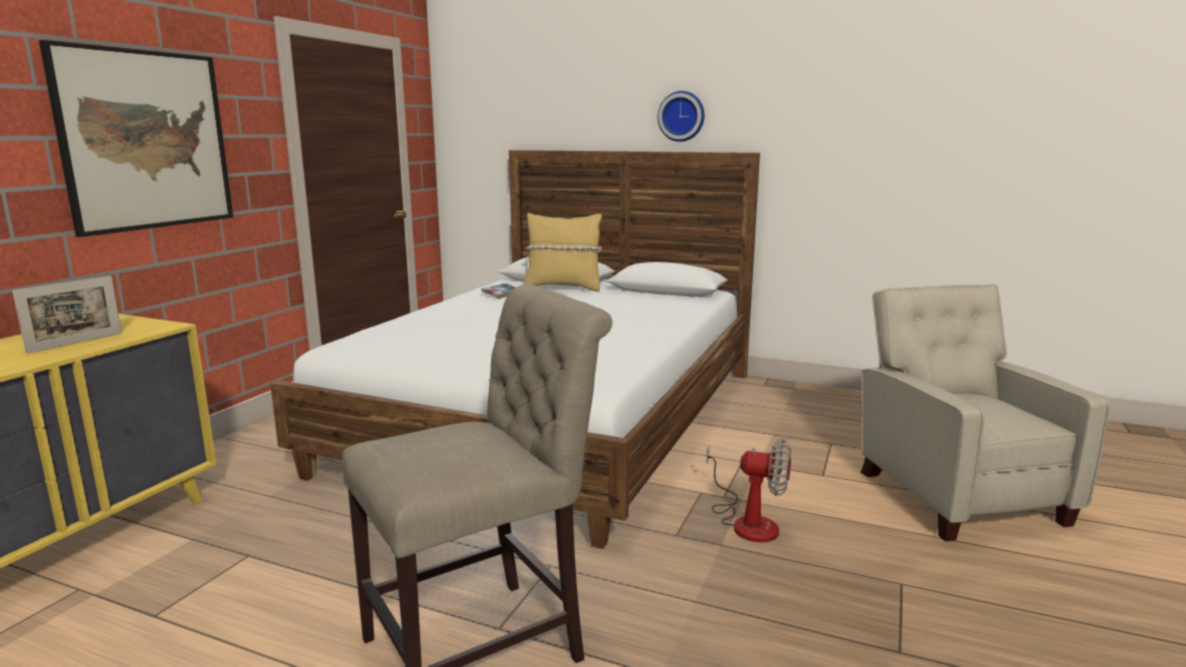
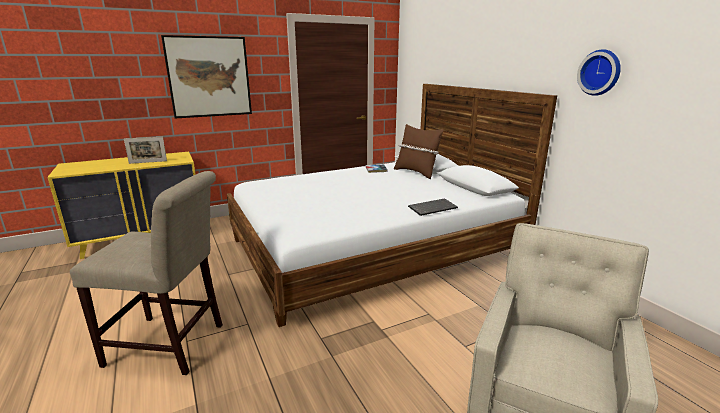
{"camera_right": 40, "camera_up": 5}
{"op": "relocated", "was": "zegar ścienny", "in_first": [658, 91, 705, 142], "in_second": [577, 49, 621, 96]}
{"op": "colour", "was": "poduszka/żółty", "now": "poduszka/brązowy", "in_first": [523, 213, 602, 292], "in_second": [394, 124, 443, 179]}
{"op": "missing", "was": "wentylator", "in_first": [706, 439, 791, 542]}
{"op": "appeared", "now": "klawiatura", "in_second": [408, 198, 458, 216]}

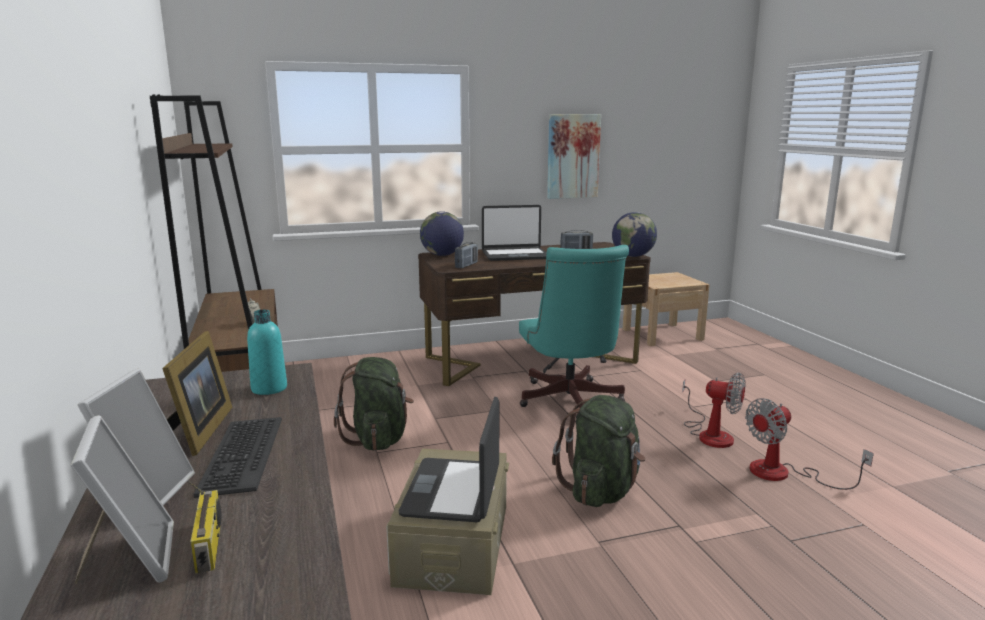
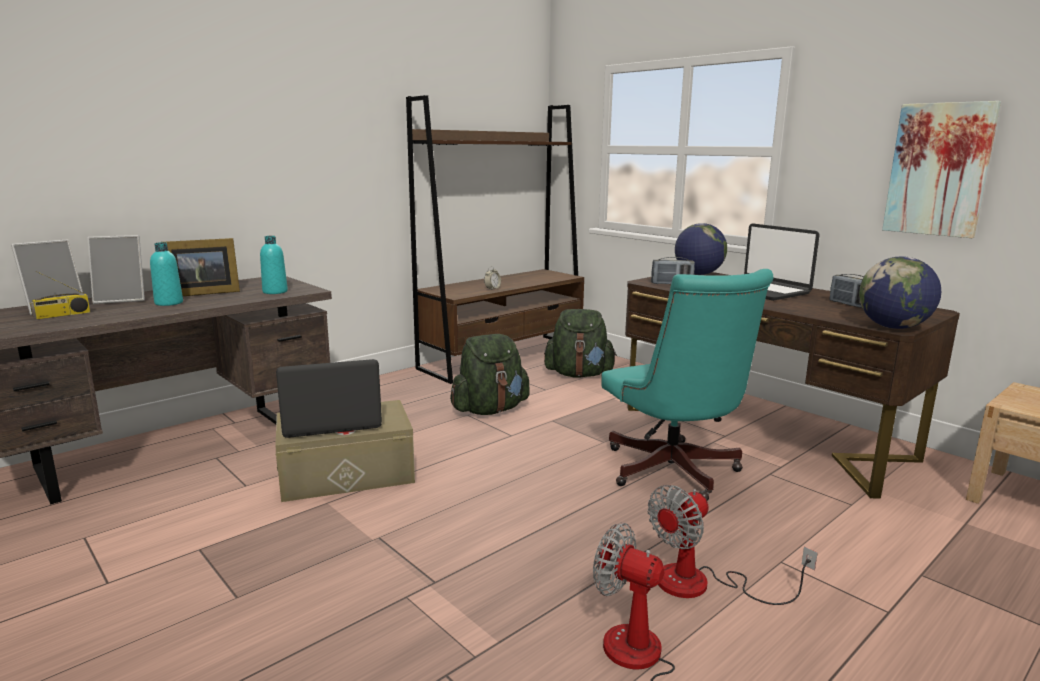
{"camera_right": 65, "camera_up": 0}
{"op": "spun", "was": "krzesło biurowe/turkusowy", "in_first": [519, 245, 629, 418], "in_second": [601, 269, 774, 501], "clockwise": -75}
{"op": "spun", "was": "wentylator", "in_first": [682, 372, 746, 448], "in_second": [648, 485, 817, 605], "clockwise": 45}
{"op": "relocated", "was": "plecak/zielony", "in_first": [552, 395, 646, 507], "in_second": [544, 309, 617, 377]}
{"op": "exchanged", "was": "klawiatura", "now": "butelka/turkusowy", "in_first": [194, 417, 282, 498], "in_second": [150, 242, 183, 306]}

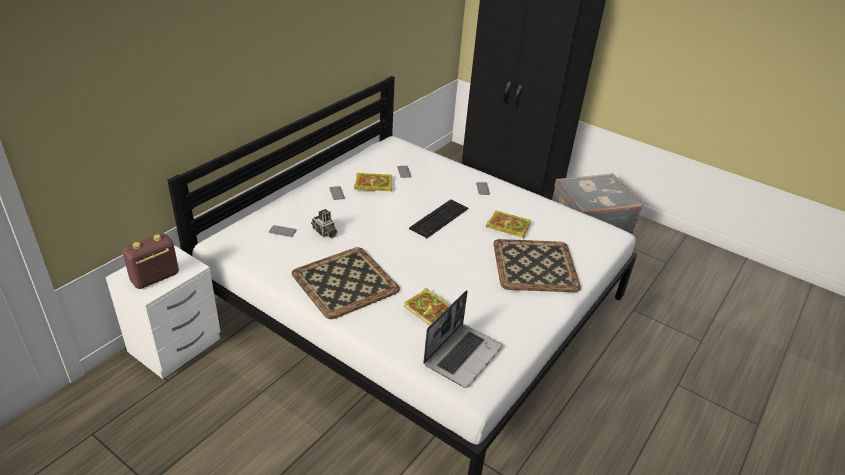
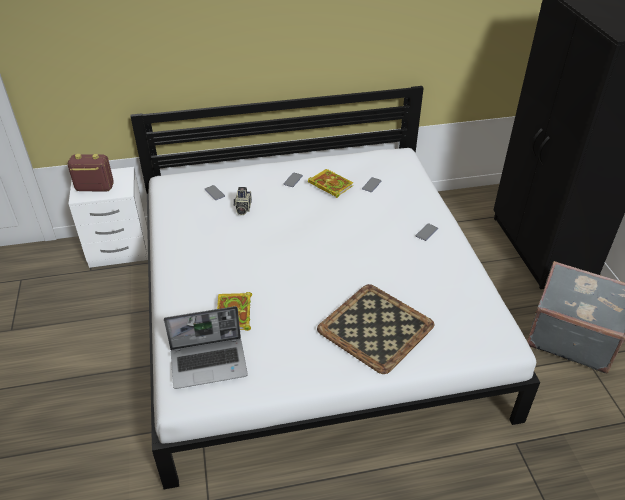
{"camera_right": 45, "camera_up": 5}
{"op": "missing", "was": "klawiatura", "in_first": [409, 199, 468, 238]}
{"op": "missing", "was": "książka", "in_first": [486, 210, 531, 238]}
{"op": "missing", "was": "taca", "in_first": [292, 247, 400, 319]}

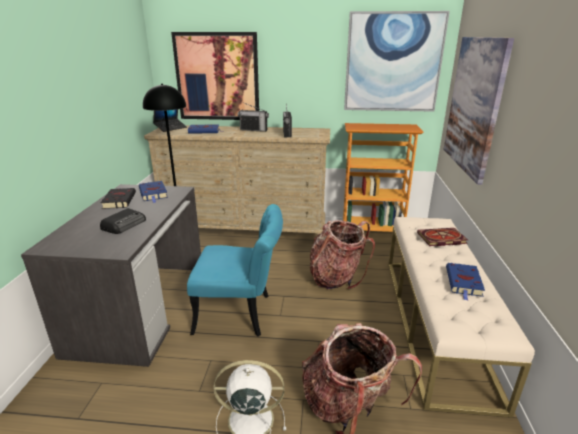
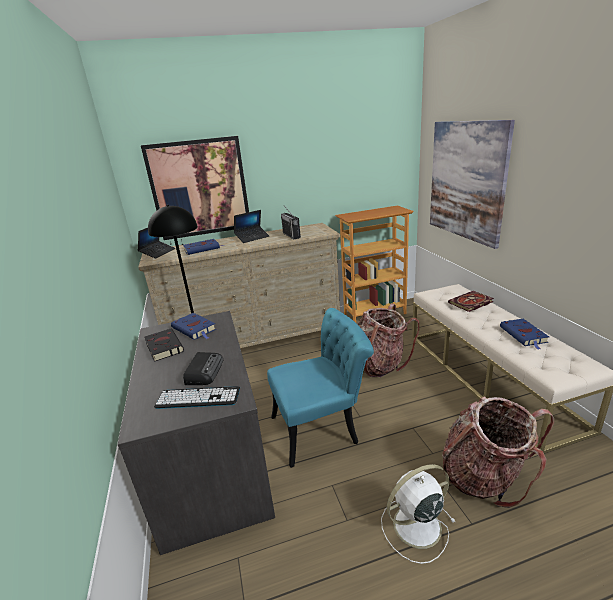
{"camera_right": -20, "camera_up": 0}
{"op": "missing", "was": "obraz", "in_first": [344, 11, 450, 112]}
{"op": "exchanged", "was": "radio", "now": "laptop", "in_first": [238, 102, 269, 132], "in_second": [234, 210, 269, 243]}
{"op": "appeared", "now": "klawiatura", "in_second": [154, 386, 240, 409]}

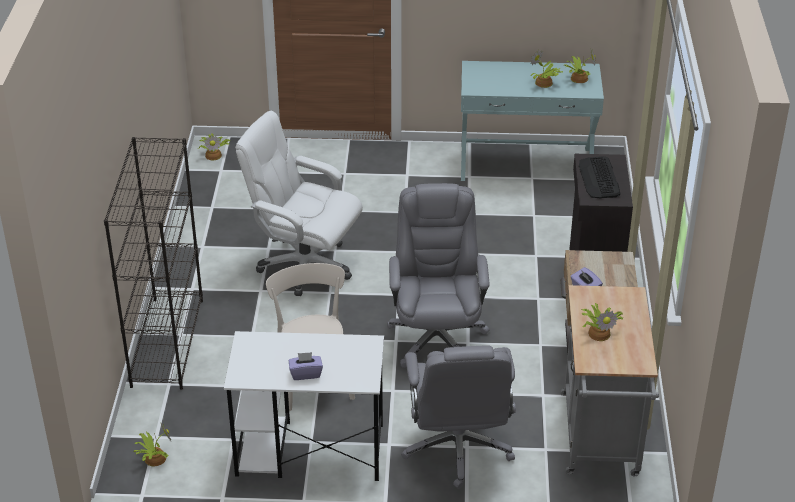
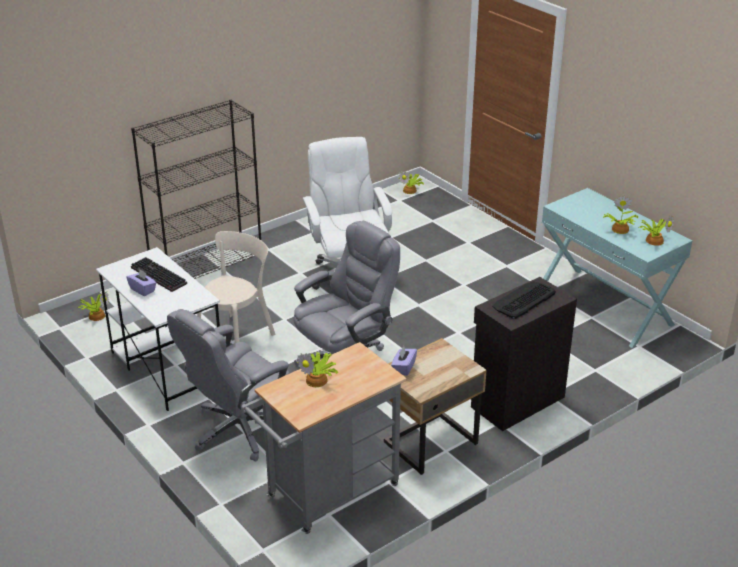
{"camera_right": 50, "camera_up": -5}
{"op": "appeared", "now": "klawiatura", "in_second": [131, 257, 187, 292]}

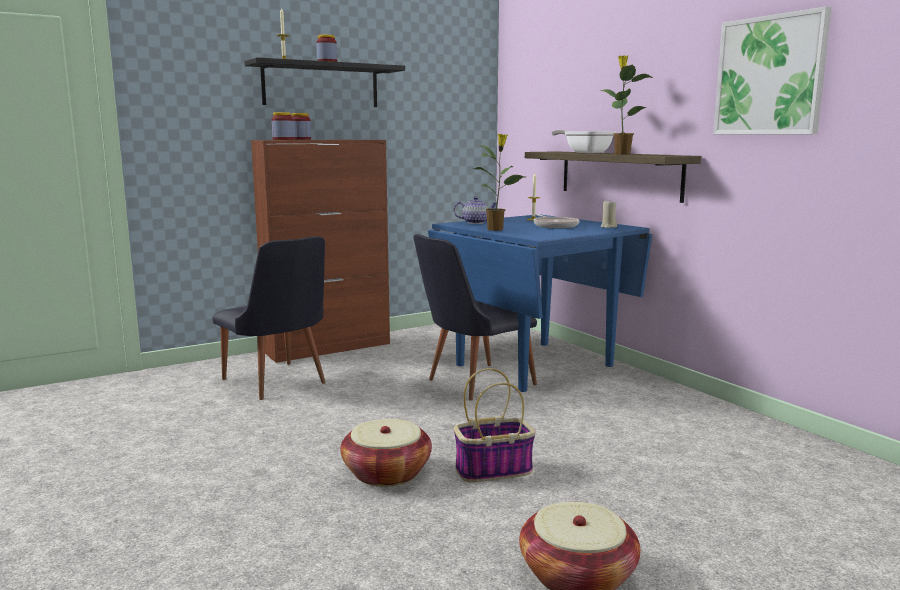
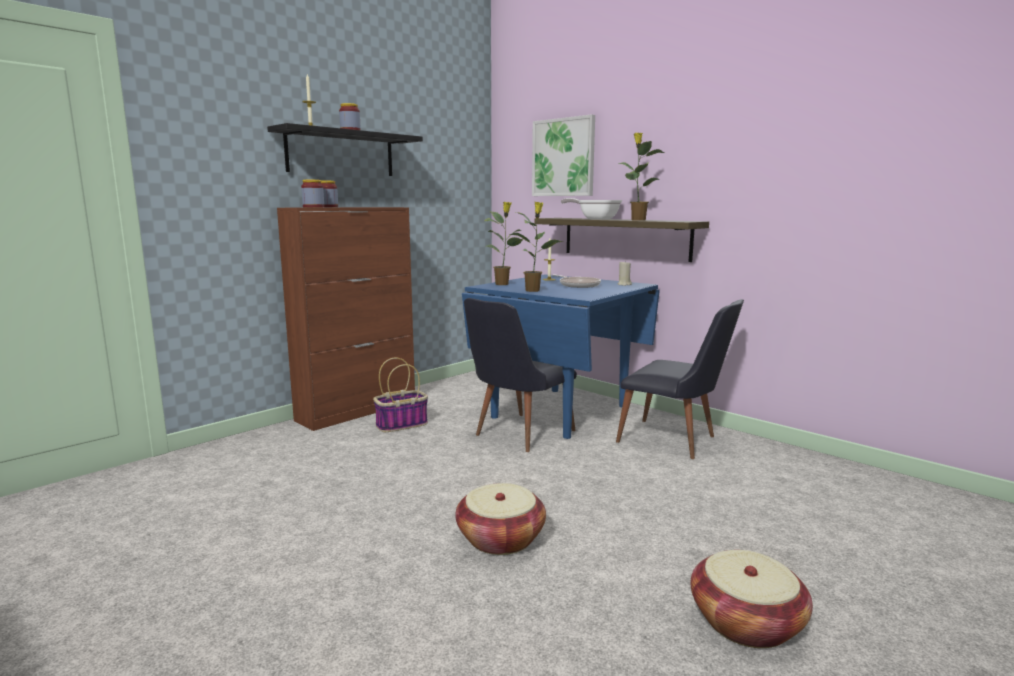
{"camera_right": -15, "camera_up": 0}
{"op": "relocated", "was": "obraz", "in_first": [713, 6, 832, 134], "in_second": [532, 114, 595, 196]}
{"op": "exchanged", "was": "imbryk", "now": "roślina doniczkowa", "in_first": [454, 197, 497, 224], "in_second": [485, 202, 523, 285]}
{"op": "relocated", "was": "krzesło/czarny", "in_first": [212, 236, 326, 400], "in_second": [616, 299, 744, 459]}
{"op": "relocated", "was": "koszyk", "in_first": [454, 368, 536, 482], "in_second": [373, 358, 428, 432]}

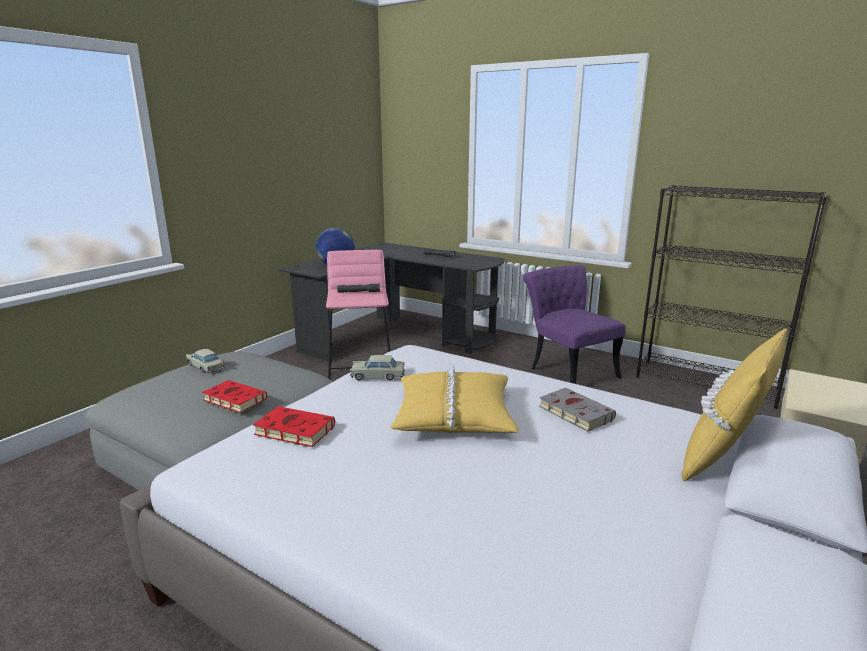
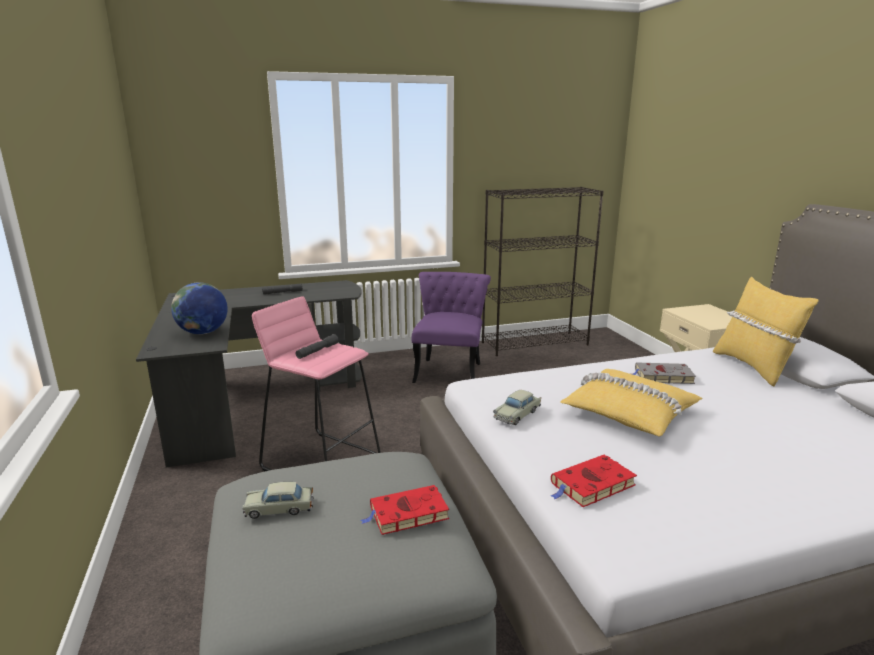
{"camera_right": -50, "camera_up": 0}
{"op": "spun", "was": "krzesło/fioletowy", "in_first": [523, 265, 626, 384], "in_second": [412, 272, 491, 383], "clockwise": 90}

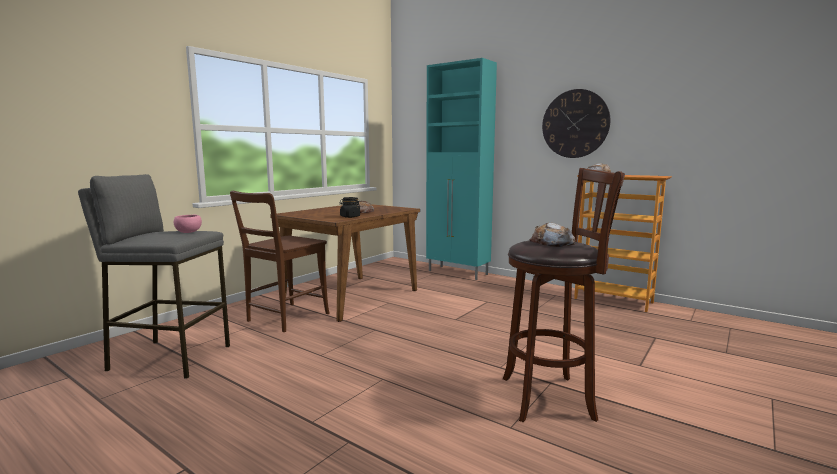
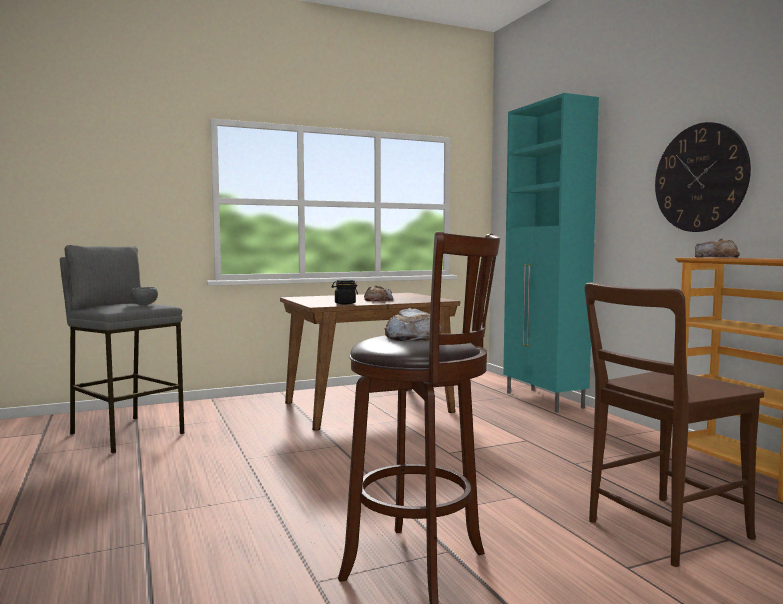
{"camera_right": 30, "camera_up": -5}
{"op": "relocated", "was": "krzesło/brązowy", "in_first": [230, 191, 330, 332], "in_second": [585, 282, 765, 567]}
{"op": "colour", "was": "miska/różowy", "now": "miska/szary", "in_first": [174, 215, 202, 233], "in_second": [130, 287, 158, 305]}

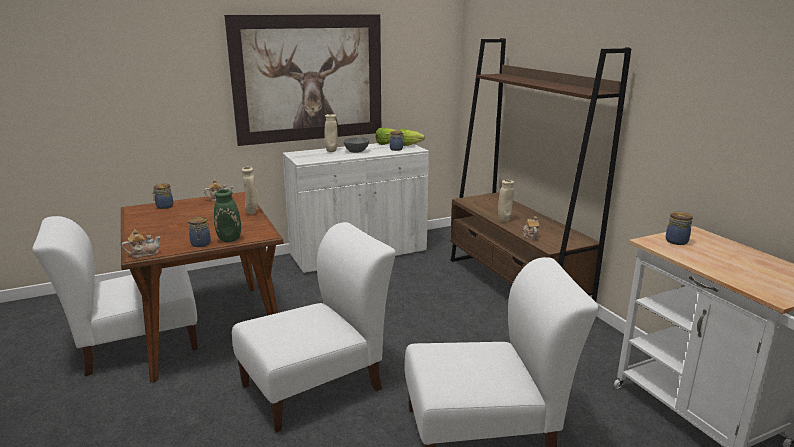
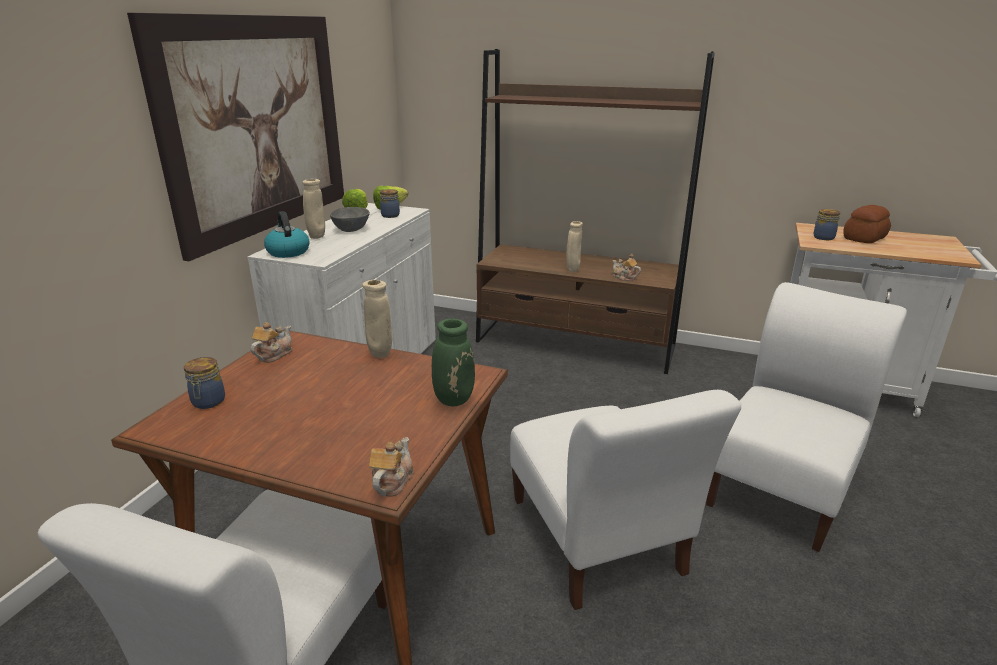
{"camera_right": -45, "camera_up": 5}
{"op": "missing", "was": "słoik", "in_first": [188, 217, 211, 247]}
{"op": "spun", "was": "krzesło/biały", "in_first": [232, 222, 396, 433], "in_second": [510, 390, 741, 610], "clockwise": 150}
{"op": "appeared", "now": "chleb", "in_second": [843, 205, 891, 243]}
{"op": "appeared", "now": "czajnik", "in_second": [264, 211, 310, 258]}

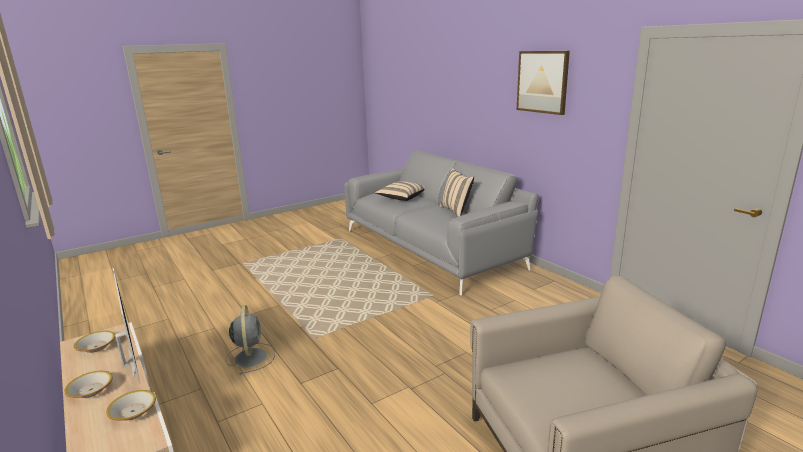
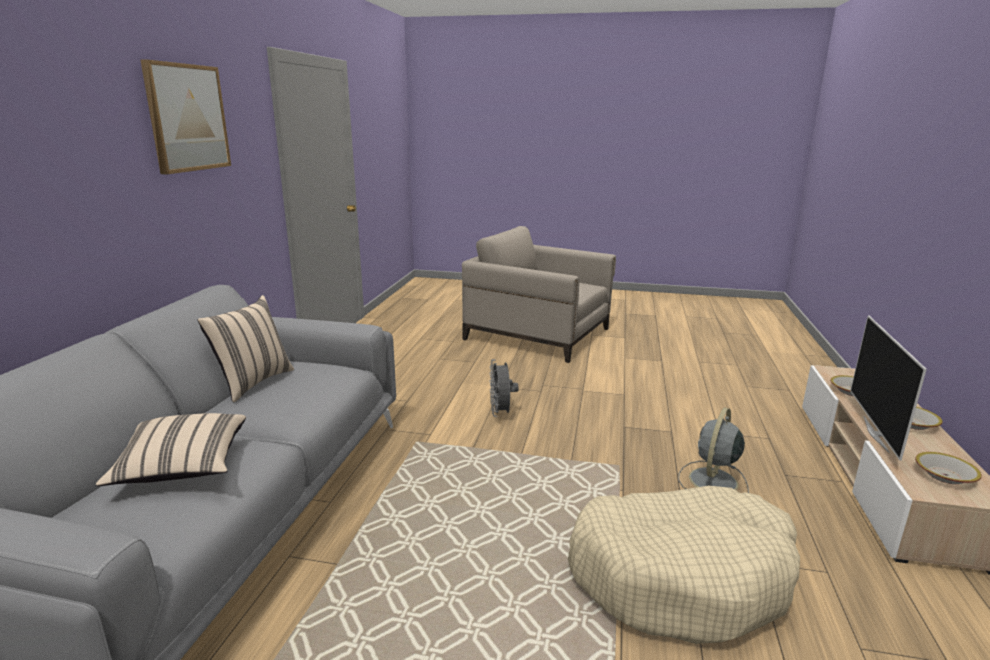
{"camera_right": -135, "camera_up": 0}
{"op": "appeared", "now": "wentylator/szary", "in_second": [489, 359, 518, 417]}
{"op": "appeared", "now": "legowisko/beżowy", "in_second": [568, 486, 800, 644]}

